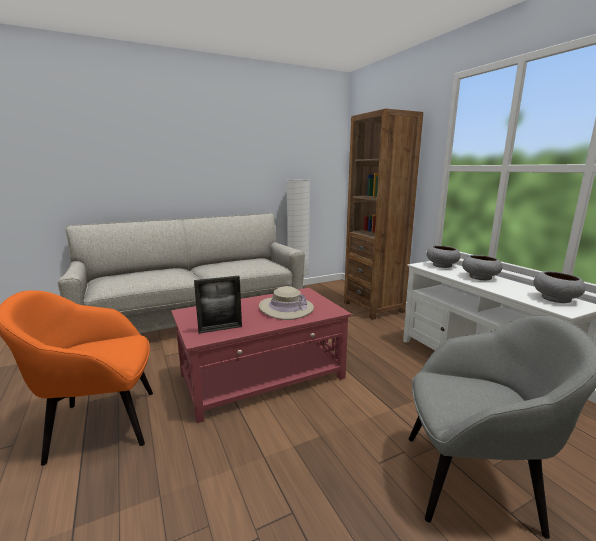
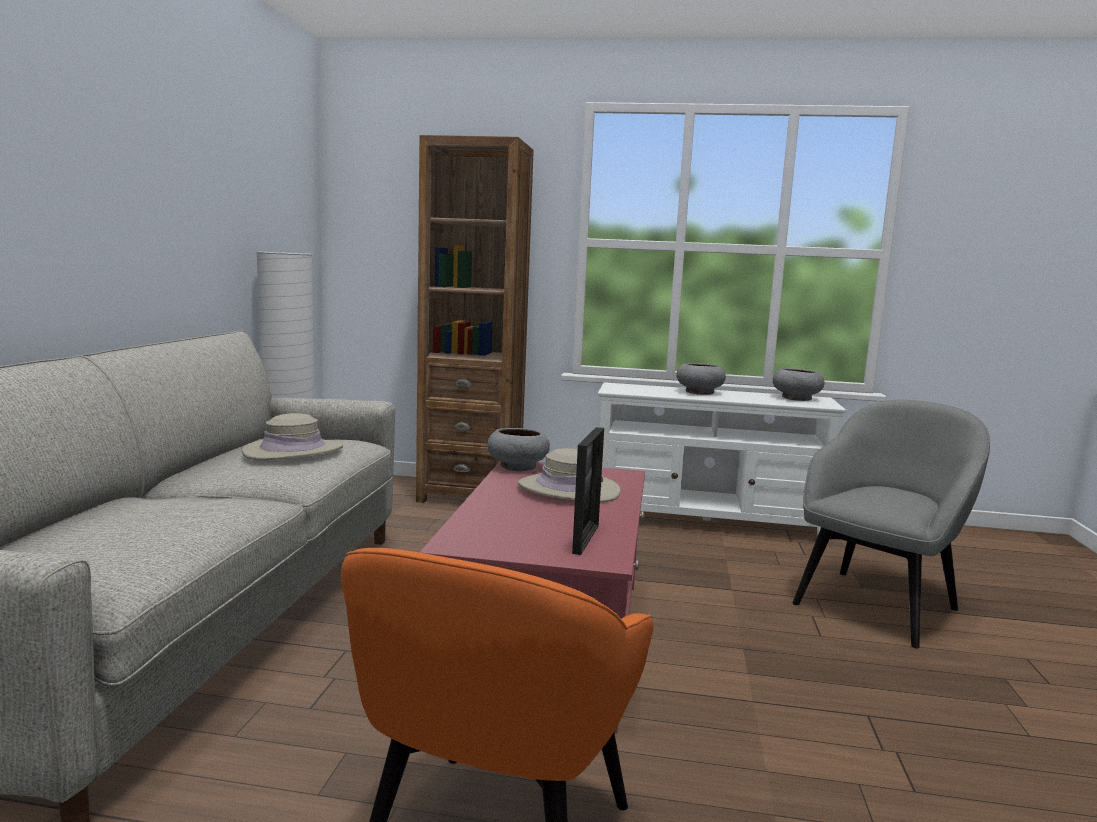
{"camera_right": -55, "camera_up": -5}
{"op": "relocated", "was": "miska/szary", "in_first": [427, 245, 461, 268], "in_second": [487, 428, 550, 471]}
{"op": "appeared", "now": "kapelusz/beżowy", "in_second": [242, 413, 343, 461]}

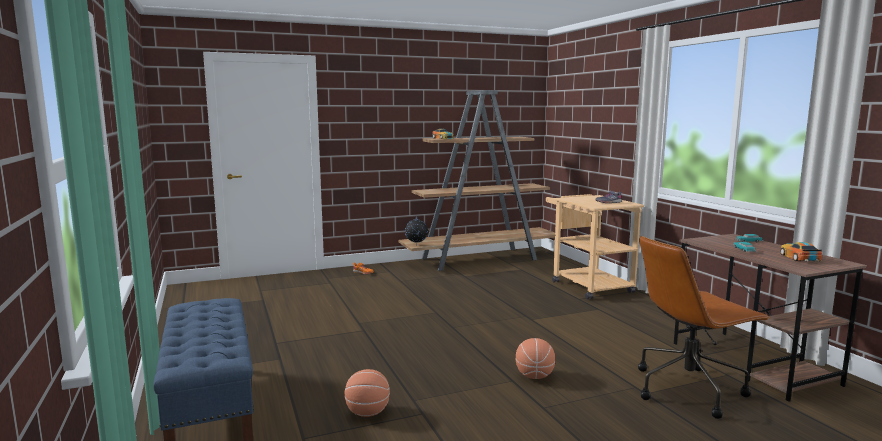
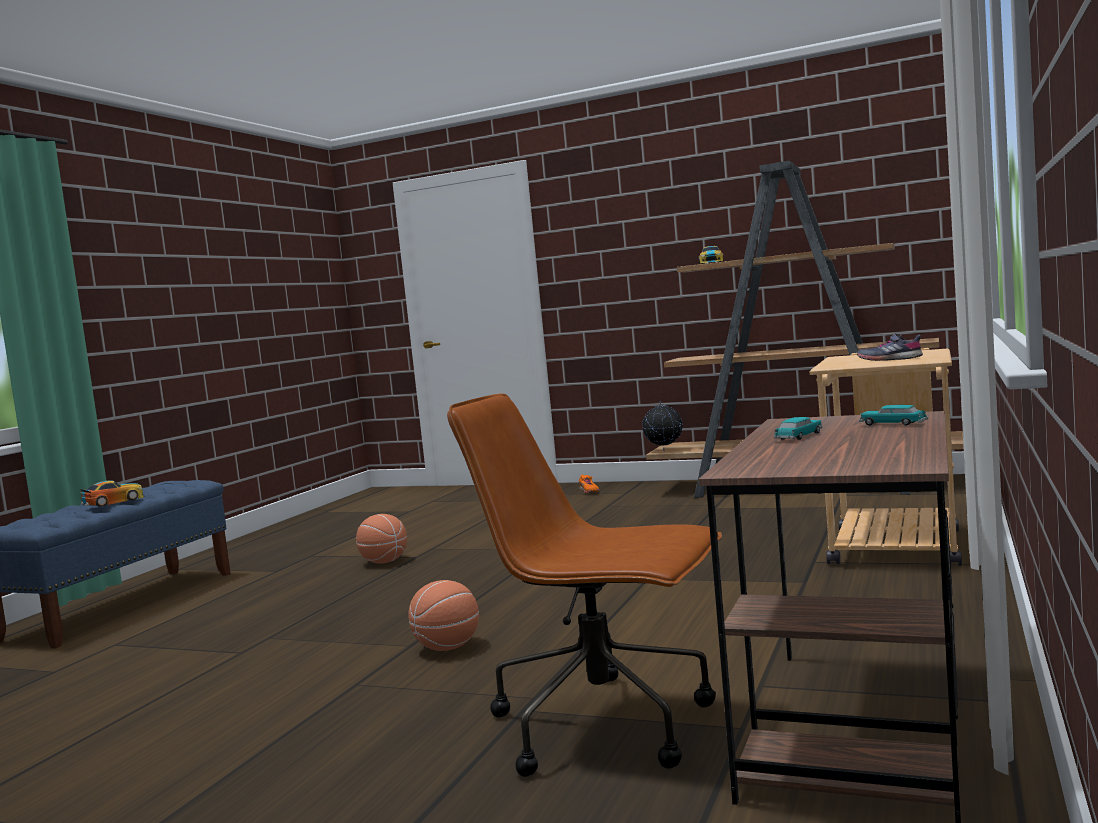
{"camera_right": 45, "camera_up": -5}
{"op": "relocated", "was": "samochodzik", "in_first": [780, 242, 822, 261], "in_second": [80, 481, 144, 507]}
{"op": "relocated", "was": "piłka do koszykówki", "in_first": [345, 369, 390, 417], "in_second": [356, 514, 407, 564]}

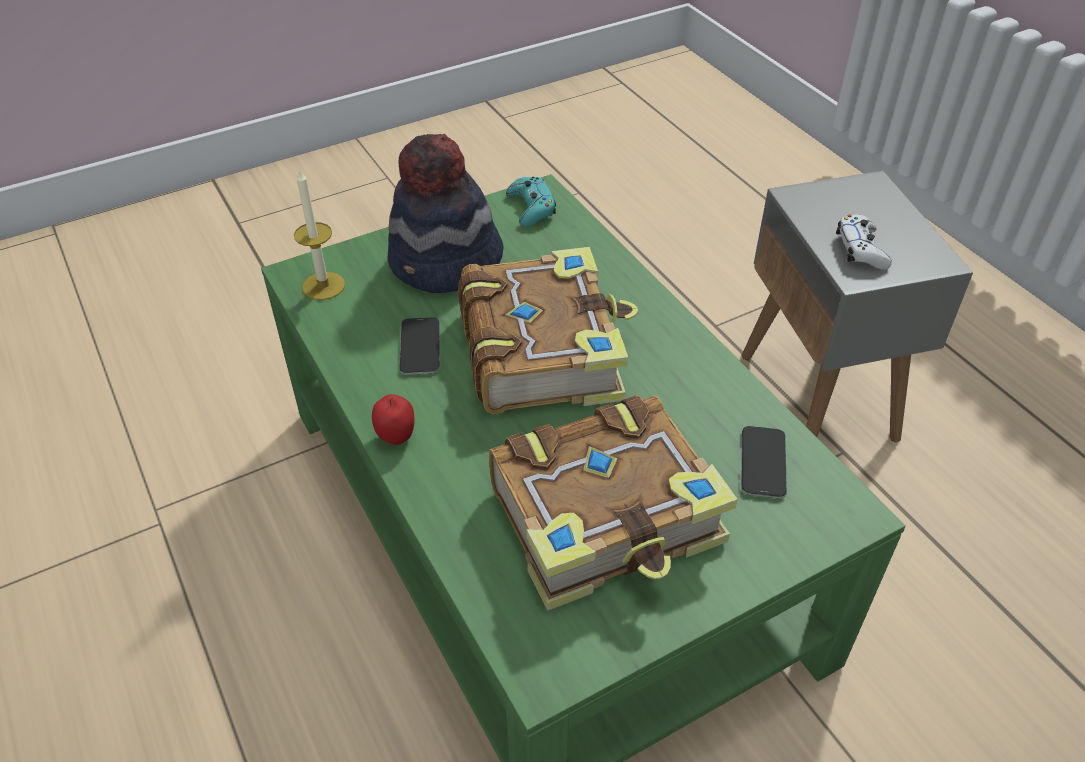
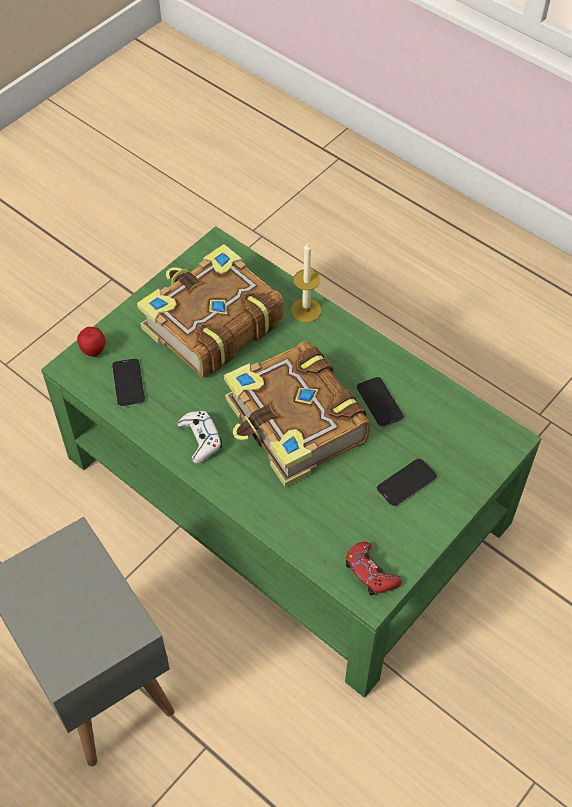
{"camera_right": 160, "camera_up": 10}
{"op": "exchanged", "was": "kapelusz", "now": "telefon", "in_first": [388, 134, 504, 293], "in_second": [376, 459, 437, 507]}
{"op": "relocated", "was": "świeca", "in_first": [294, 168, 345, 300], "in_second": [291, 243, 322, 323]}
{"op": "colour", "was": "pad do gier/turkusowy", "now": "pad do gier/czerwony", "in_first": [506, 177, 556, 227], "in_second": [346, 542, 402, 596]}
{"op": "relocated", "was": "pad do gier/biały", "in_first": [836, 214, 892, 270], "in_second": [177, 411, 222, 464]}
{"op": "relocated", "was": "jabłko", "in_first": [372, 394, 414, 445], "in_second": [77, 327, 106, 357]}

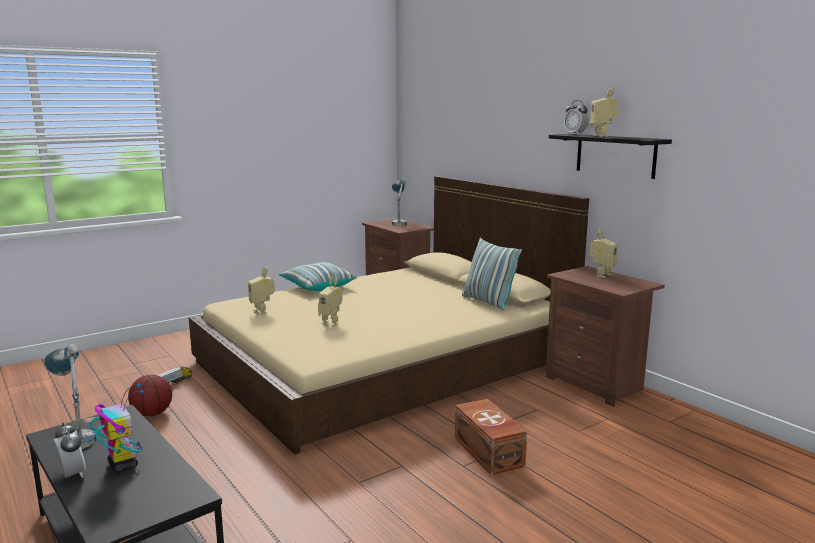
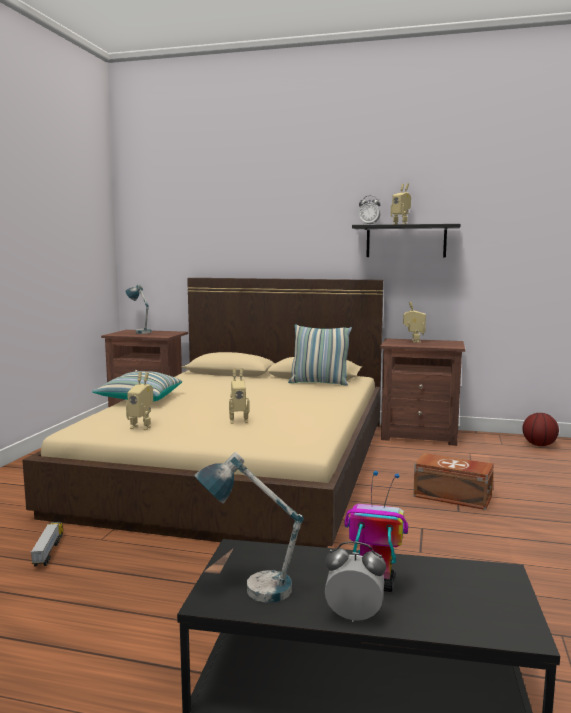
{"camera_right": -40, "camera_up": -5}
{"op": "relocated", "was": "piłka do koszykówki", "in_first": [128, 375, 172, 416], "in_second": [522, 413, 559, 446]}

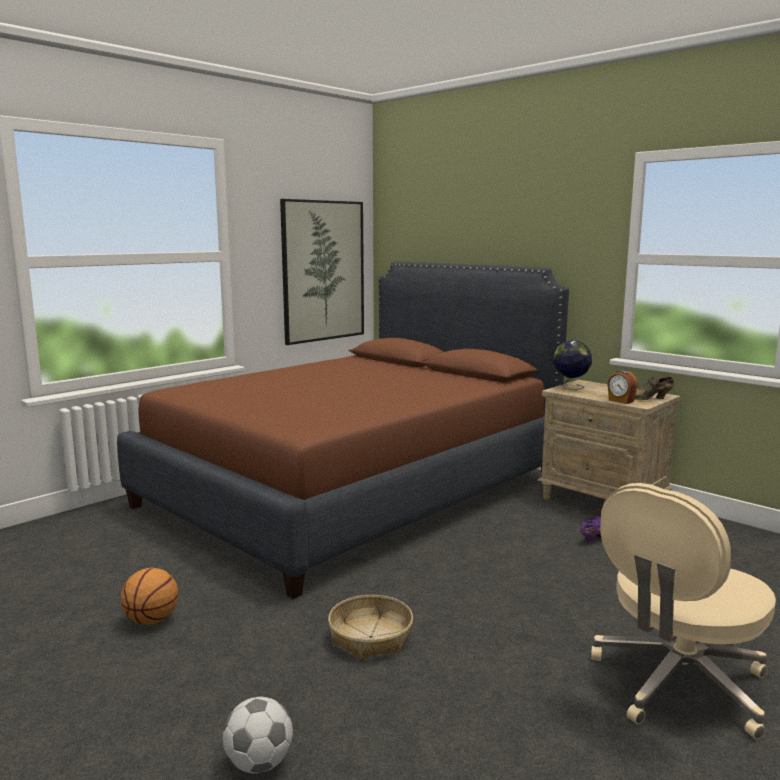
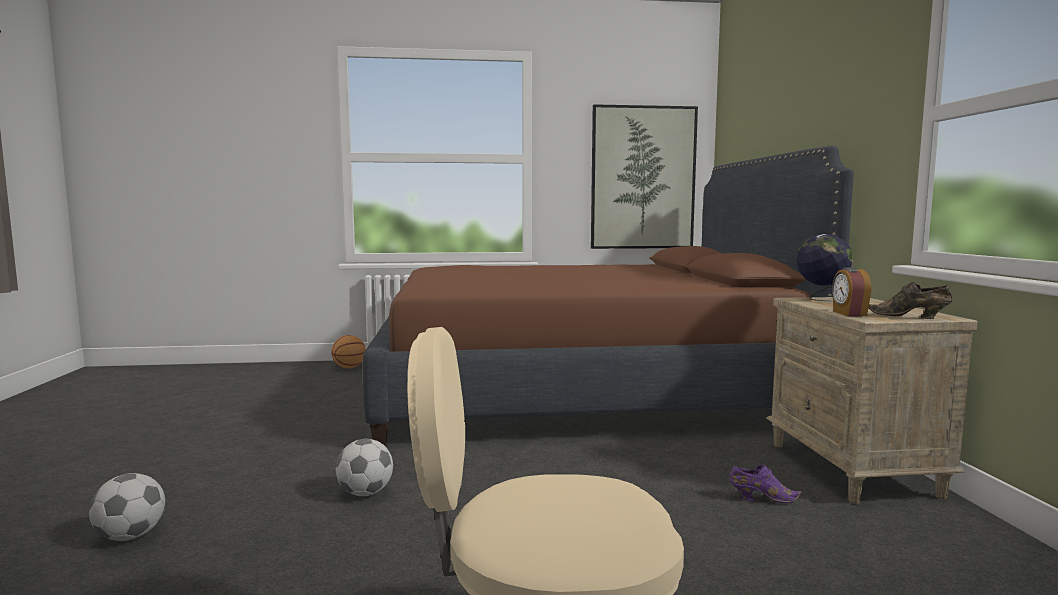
{"camera_right": 40, "camera_up": -5}
{"op": "relocated", "was": "piłka do koszykówki", "in_first": [121, 568, 179, 625], "in_second": [331, 335, 366, 369]}
{"op": "exchanged", "was": "koszyk", "now": "piłka futbolowa", "in_first": [328, 595, 413, 659], "in_second": [336, 439, 393, 496]}

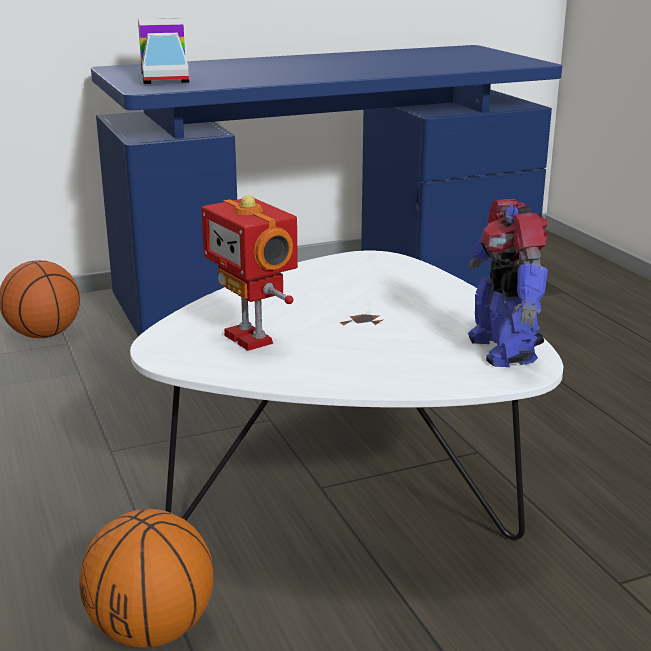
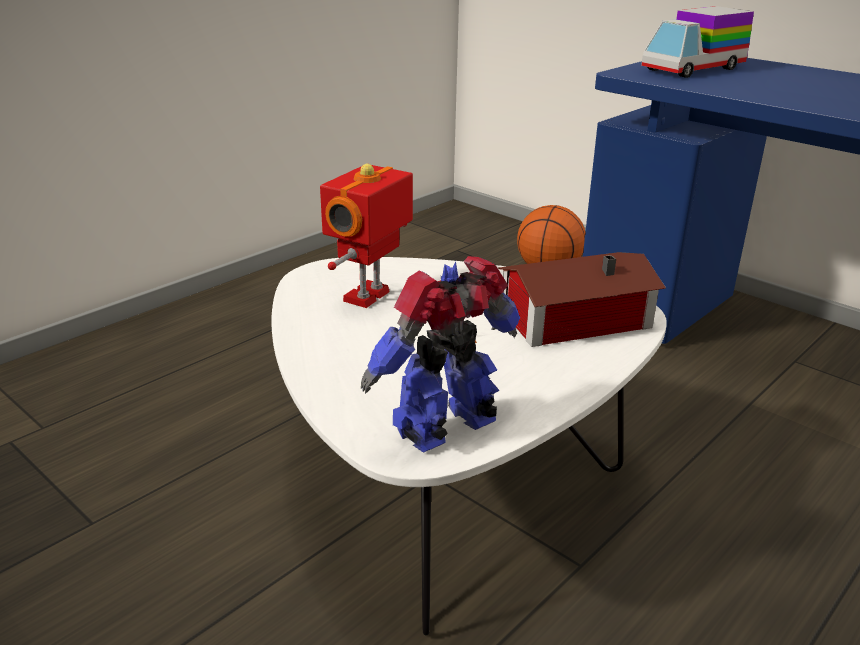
{"camera_right": 65, "camera_up": 5}
{"op": "missing", "was": "piłka do koszykówki", "in_first": [79, 509, 213, 648]}
{"op": "appeared", "now": "domek", "in_second": [498, 252, 666, 347]}

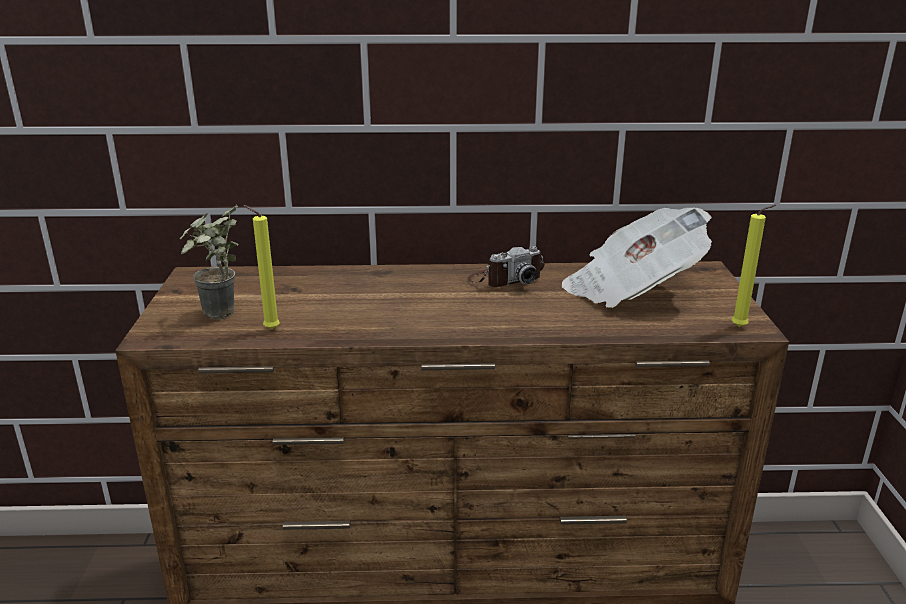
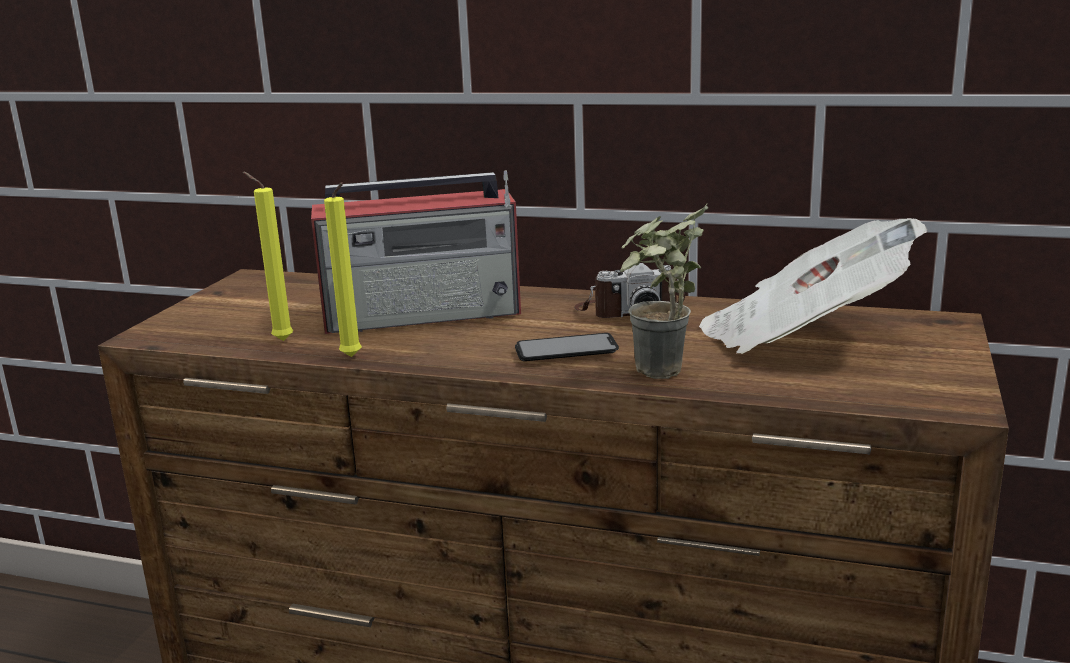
{"camera_right": 20, "camera_up": -5}
{"op": "relocated", "was": "roślina doniczkowa", "in_first": [180, 204, 239, 319], "in_second": [620, 204, 708, 379]}
{"op": "relocated", "was": "świeca/żółty", "in_first": [732, 205, 776, 327], "in_second": [324, 182, 362, 357]}
{"op": "appeared", "now": "radio", "in_second": [311, 170, 521, 334]}
{"op": "appeared", "now": "telefon", "in_second": [515, 333, 619, 361]}

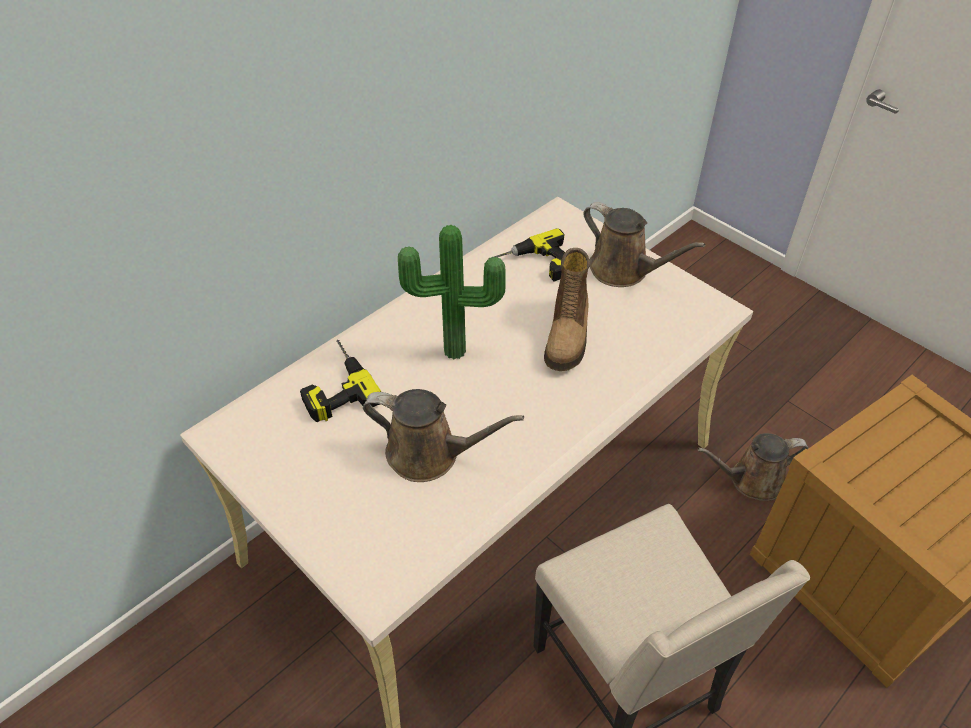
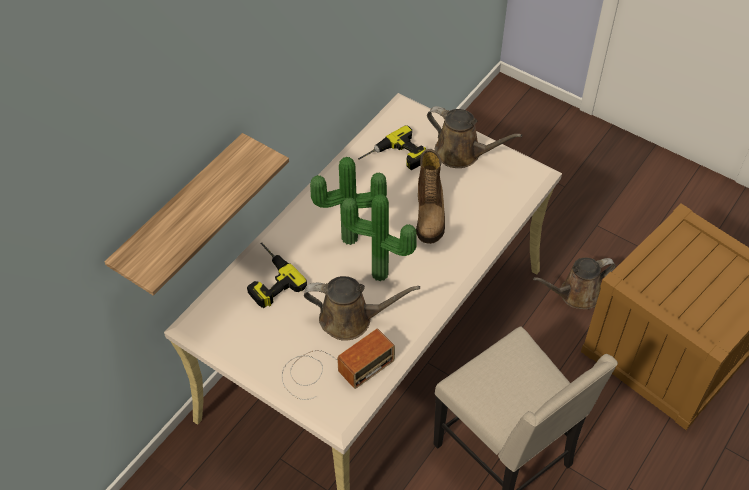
{"camera_right": -10, "camera_up": 5}
{"op": "appeared", "now": "półka", "in_second": [104, 133, 289, 296]}
{"op": "appeared", "now": "roślina doniczkowa", "in_second": [342, 194, 417, 281]}
{"op": "appeared", "now": "radio", "in_second": [282, 328, 395, 400]}

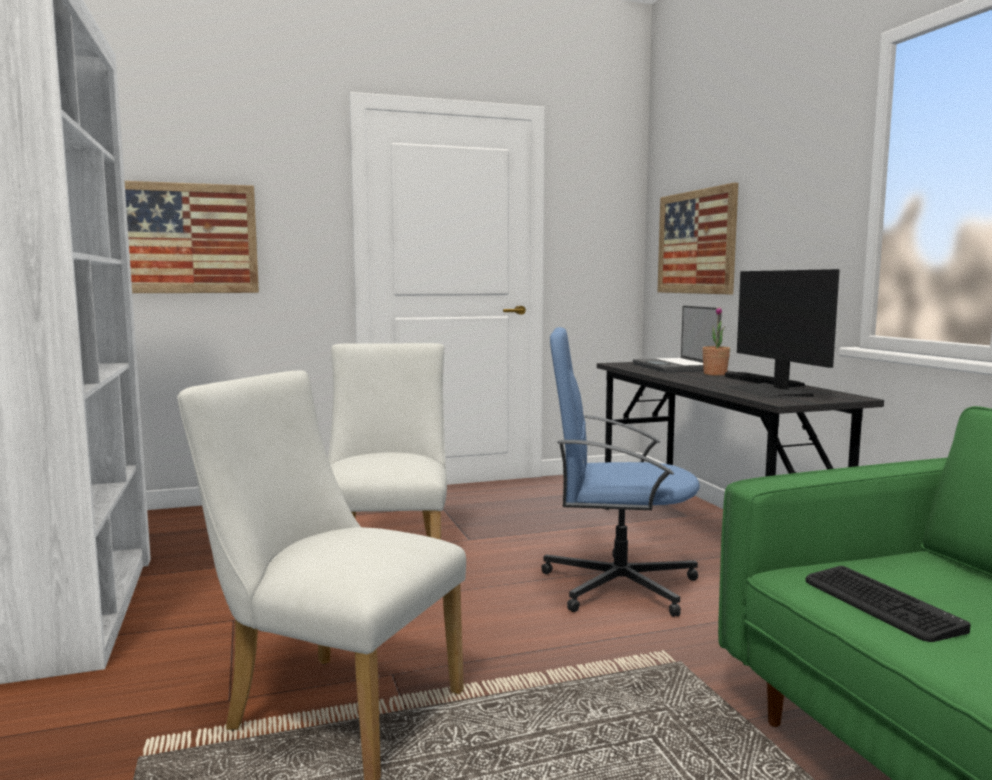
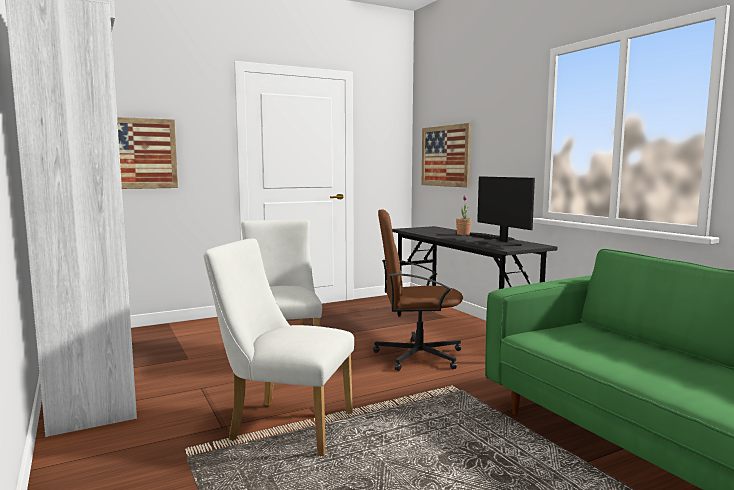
{"camera_right": -10, "camera_up": 0}
{"op": "missing", "was": "laptop", "in_first": [633, 306, 722, 372]}
{"op": "colour", "was": "krzesło biurowe/niebieski", "now": "krzesło biurowe/brązowy", "in_first": [541, 327, 700, 617], "in_second": [373, 209, 463, 371]}
{"op": "missing", "was": "klawiatura", "in_first": [805, 566, 971, 642]}

